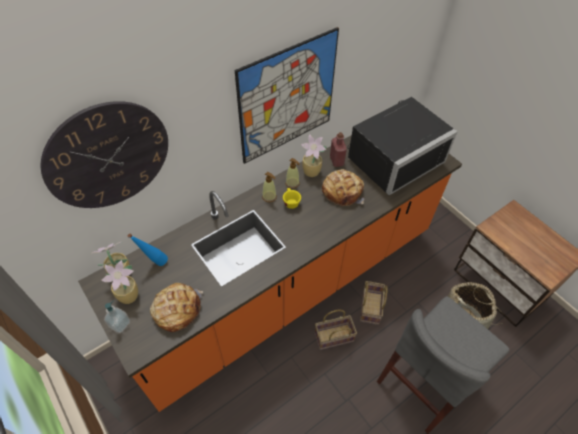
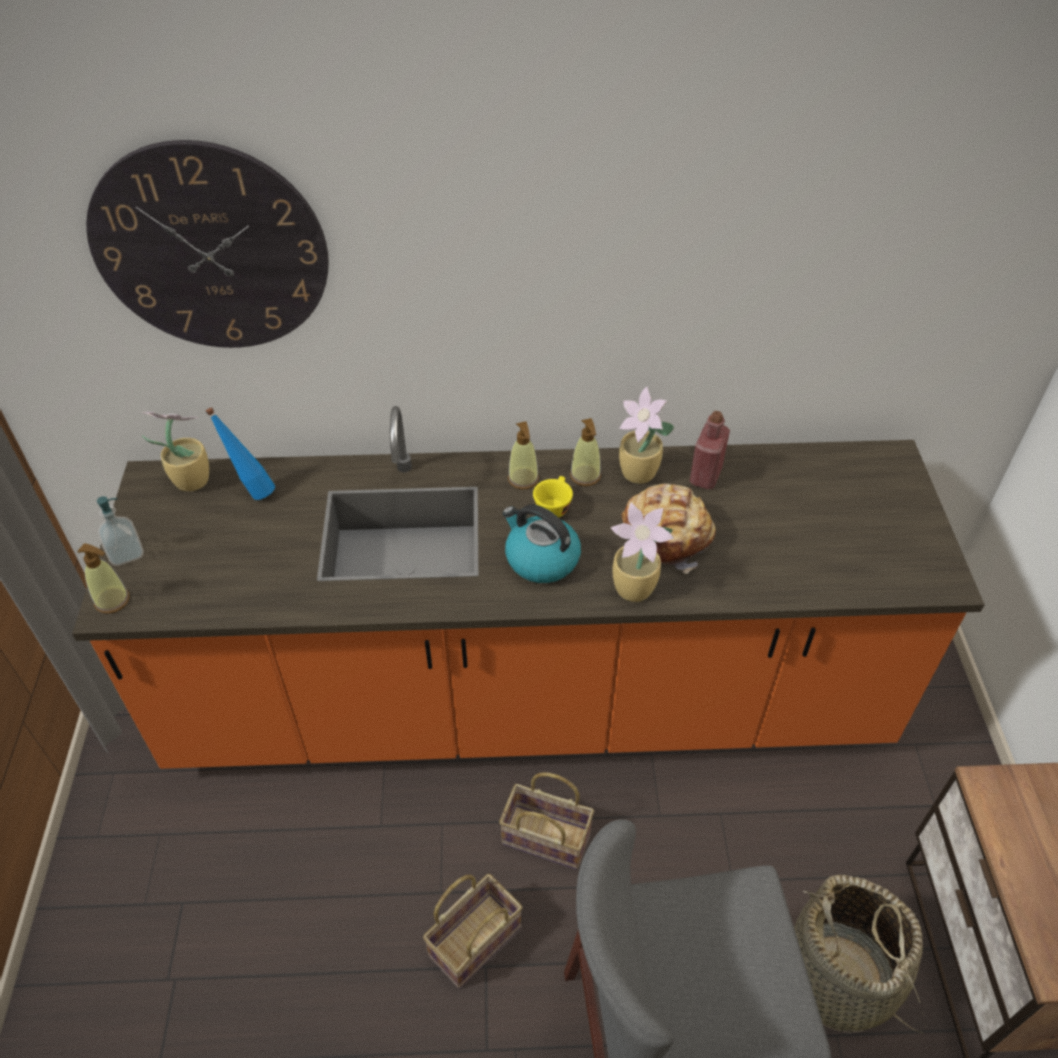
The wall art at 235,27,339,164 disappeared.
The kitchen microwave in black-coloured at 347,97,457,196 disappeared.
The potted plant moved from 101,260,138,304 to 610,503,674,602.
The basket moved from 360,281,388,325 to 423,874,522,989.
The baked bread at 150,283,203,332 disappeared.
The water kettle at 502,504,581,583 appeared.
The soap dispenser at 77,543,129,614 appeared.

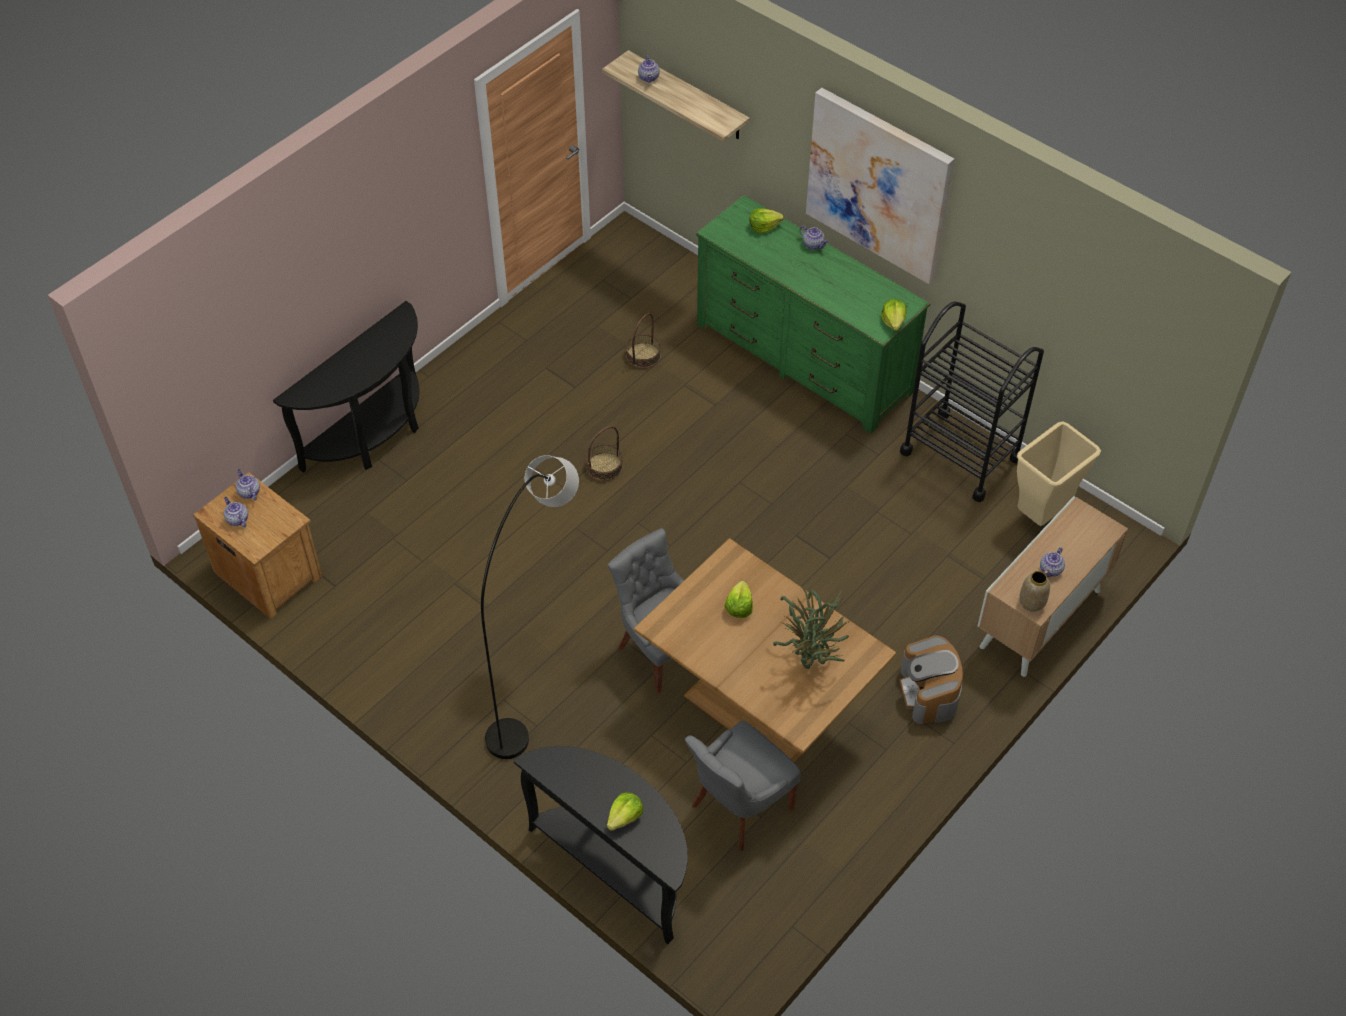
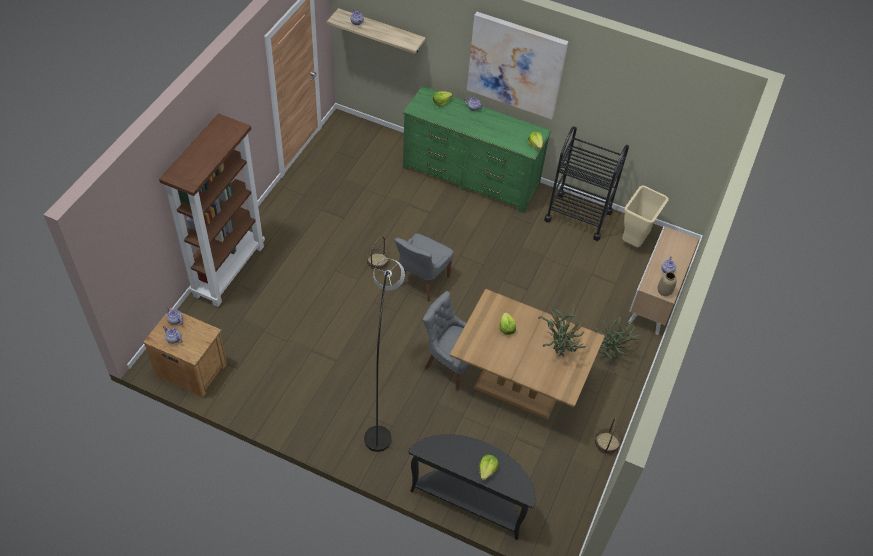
The console table in black-coloured at 273,301,420,473 was replaced by the bookshelf in brown-coloured at 159,113,265,307.
The basket moved from 626,313,661,368 to 594,418,621,455.
The coffee brewer at 899,636,963,724 was replaced by the potted plant at 594,317,642,361.
The plain chair in grey moved from 685,721,801,850 to 394,233,454,302.

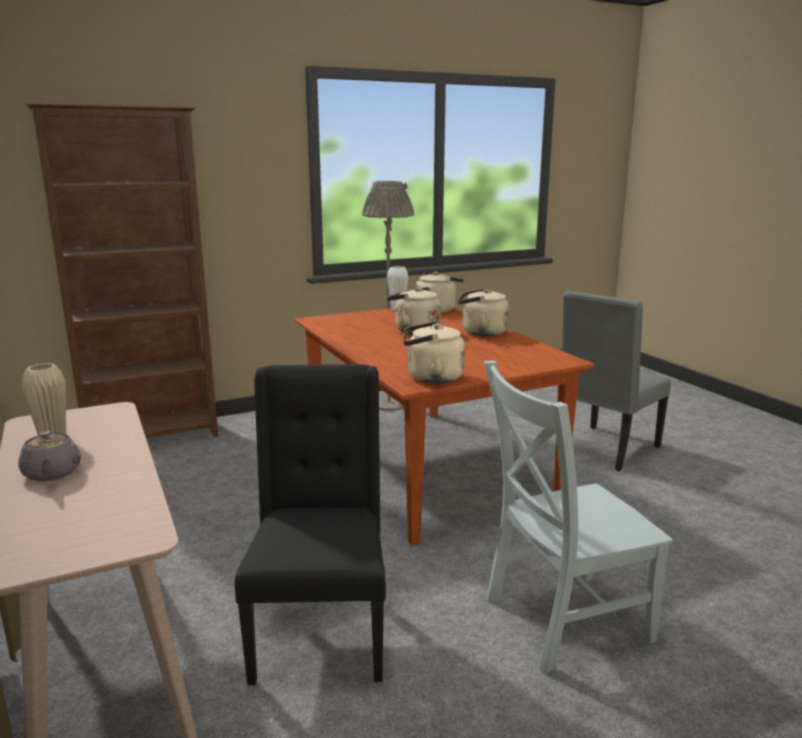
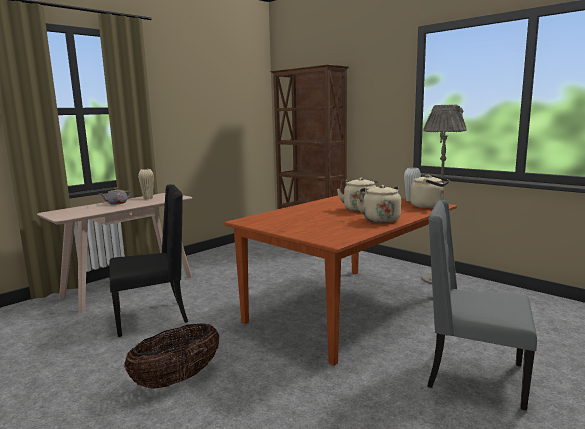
The water kettle in beige at 403,321,465,384 disappeared.
The plain chair in grey at 484,361,673,674 was replaced by the basket at 124,324,219,389.

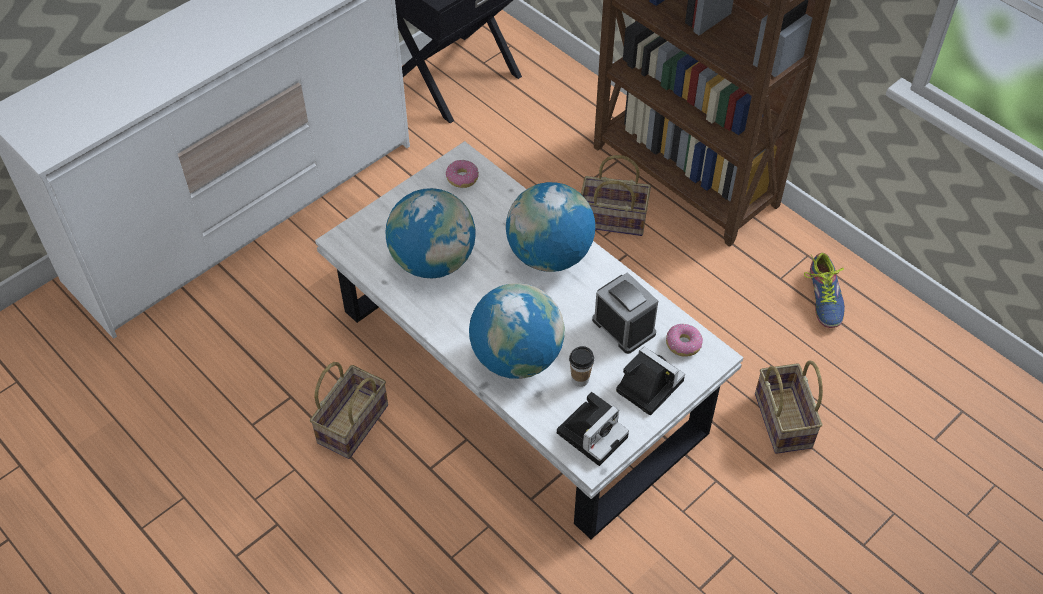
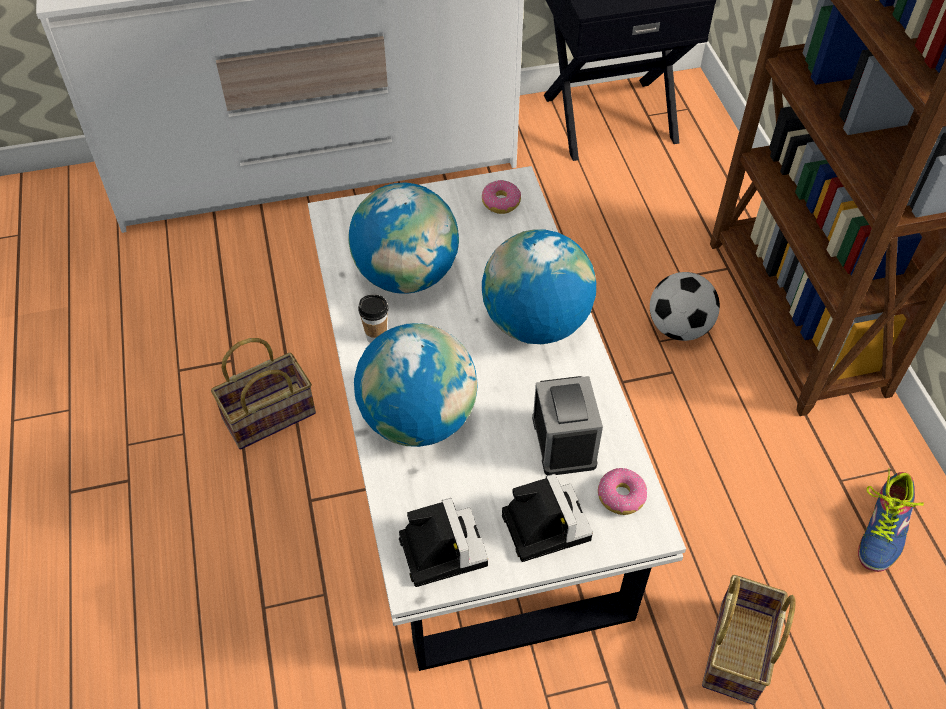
The basket at 581,155,651,236 was replaced by the ball for football at 650,272,720,341.
The cup moved from 569,346,594,387 to 358,294,388,343.
The still camera at 557,392,629,466 turned 90 degrees counterclockwise.

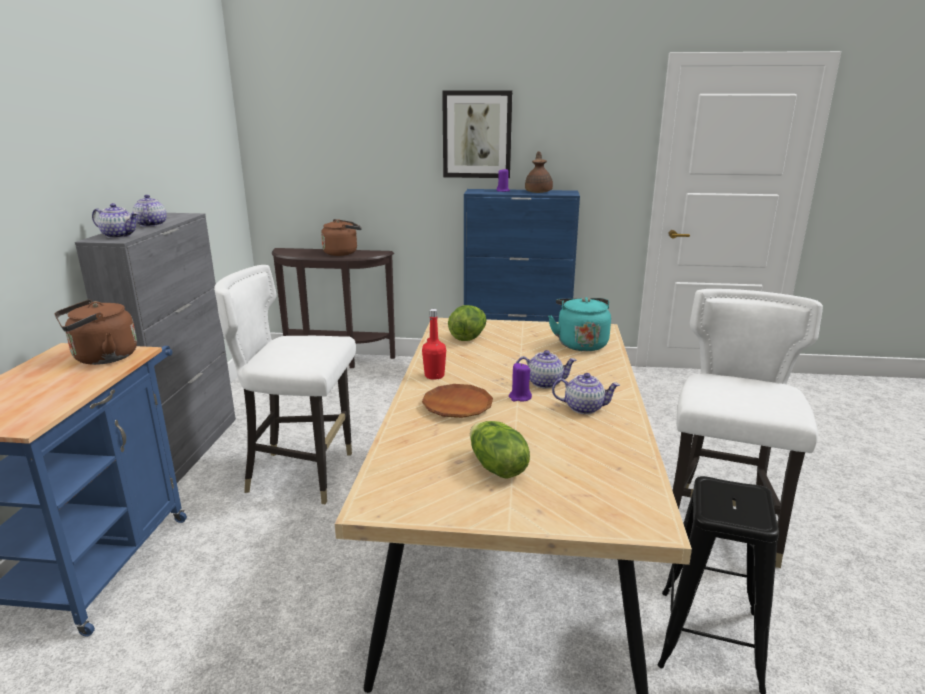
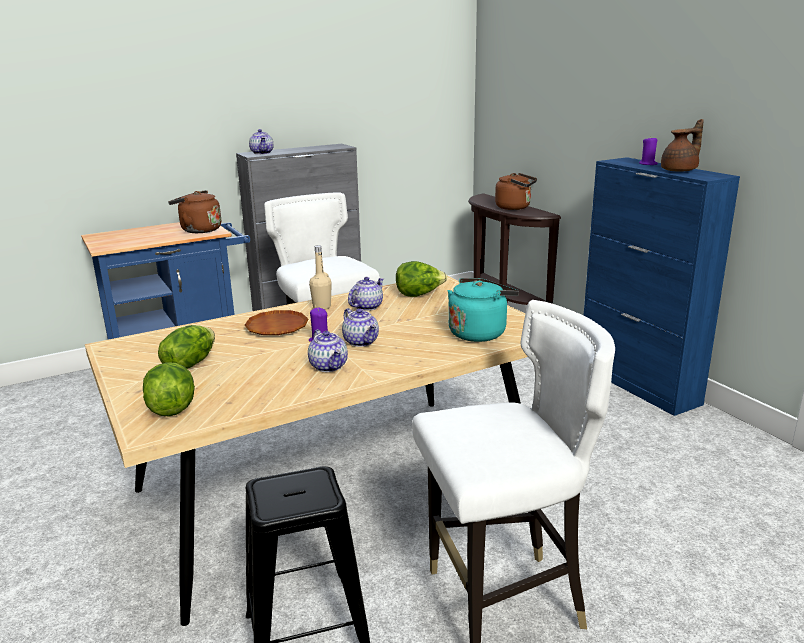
The wall art at 442,91,512,178 disappeared.
The teapot moved from 132,195,167,227 to 348,277,384,311.
The beverage bottle in red-coloured at 422,309,446,380 became the beverage bottle in beige at 309,245,332,310.
The head of lettuce at 143,362,195,417 appeared.

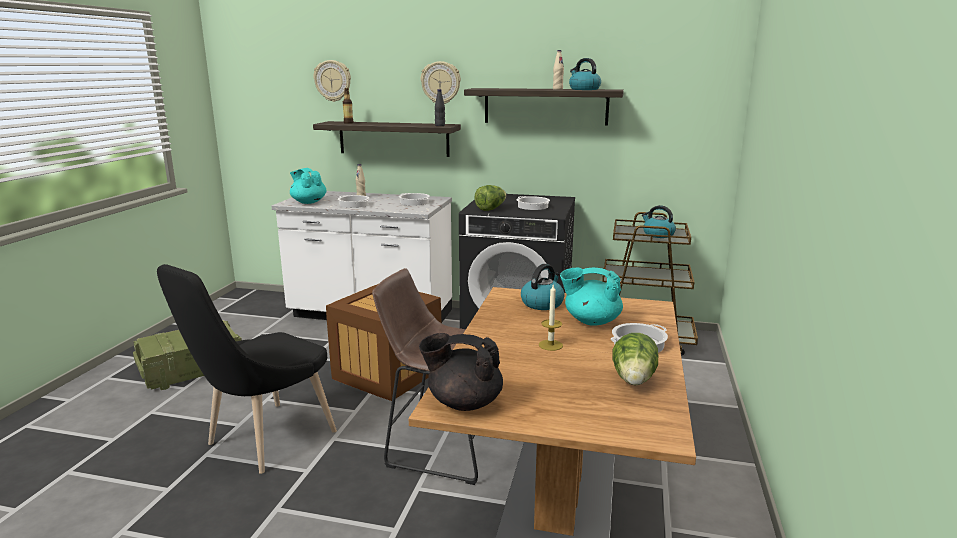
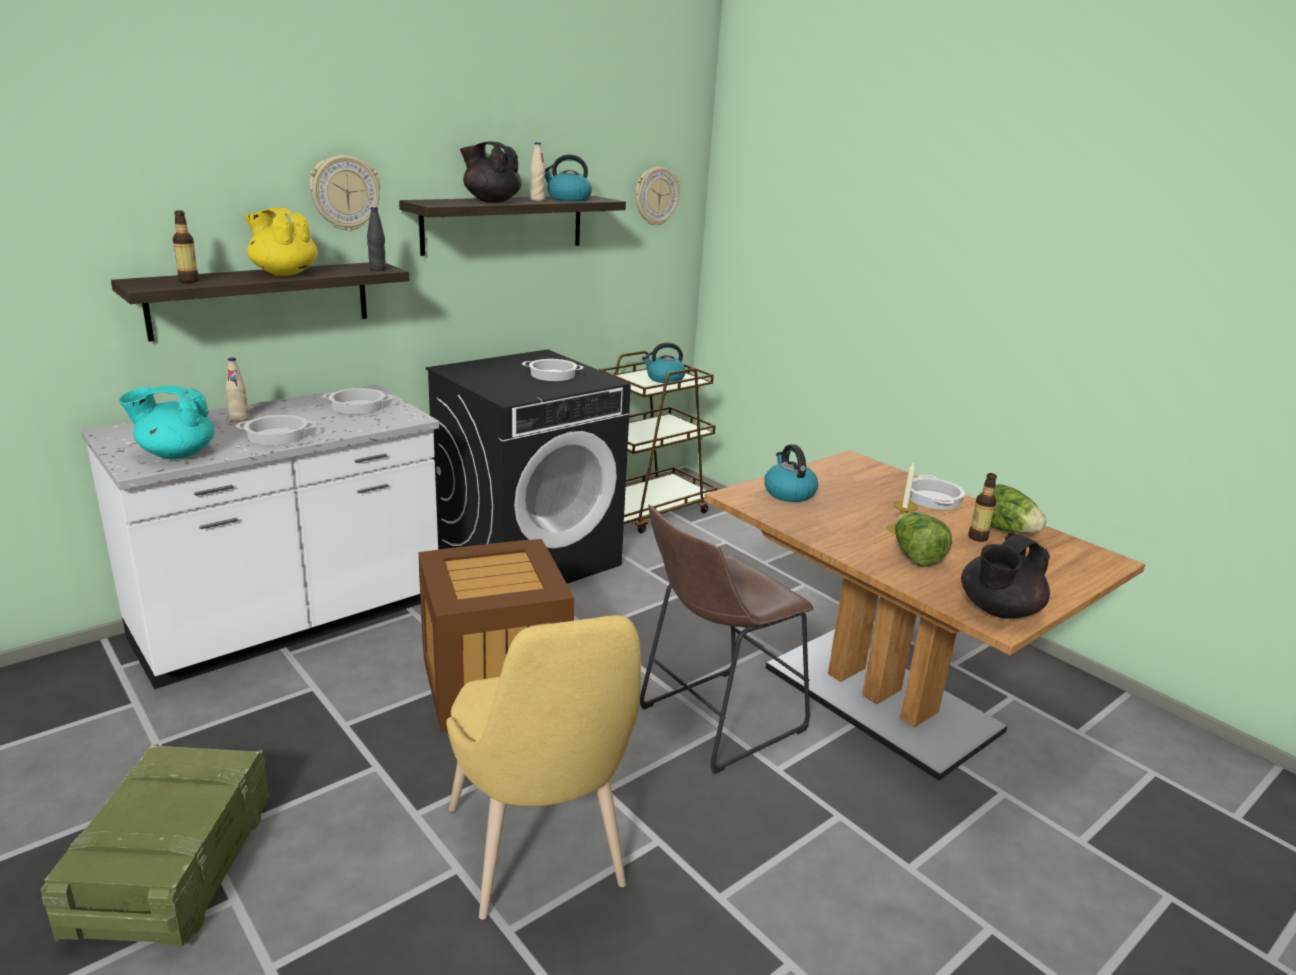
The wall clock moved from 314,60,351,102 to 635,167,680,226.
The head of lettuce moved from 475,185,506,211 to 895,512,952,566.
The plain chair in black-coloured at 157,264,337,474 became the plain chair in yellowish at 446,615,641,920.
The teapot in turquoise at 560,268,623,326 disappeared.
The teapot in black-coloured at 460,141,522,203 appeared.
The teapot in yellowish at 244,207,318,276 appeared.
The beverage bottle at 968,473,997,542 appeared.

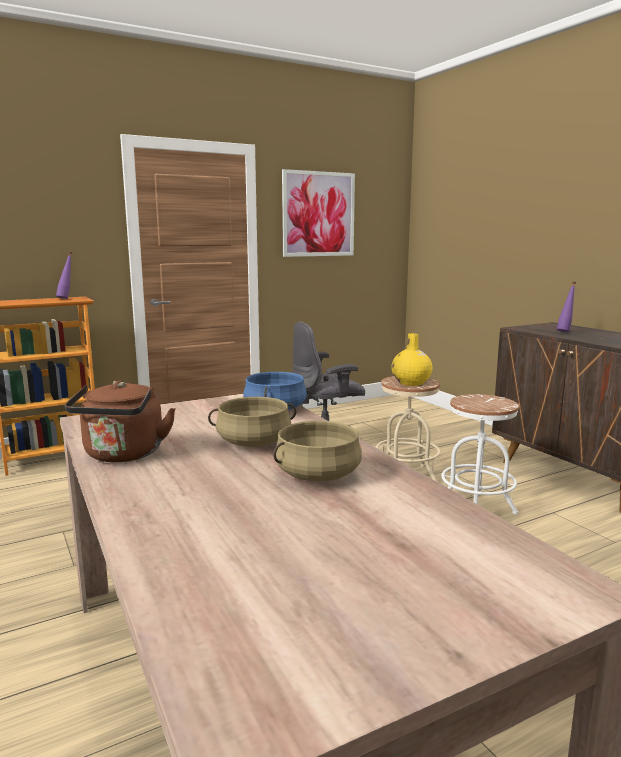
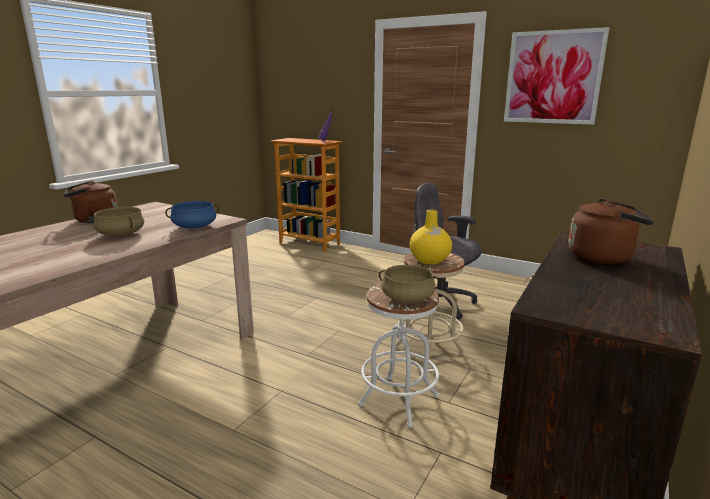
The beverage bottle in purple-coloured at 556,282,576,332 was replaced by the water kettle in brown-coloured at 568,198,654,264.
The stockpot in beige moved from 273,421,362,481 to 379,265,441,303.

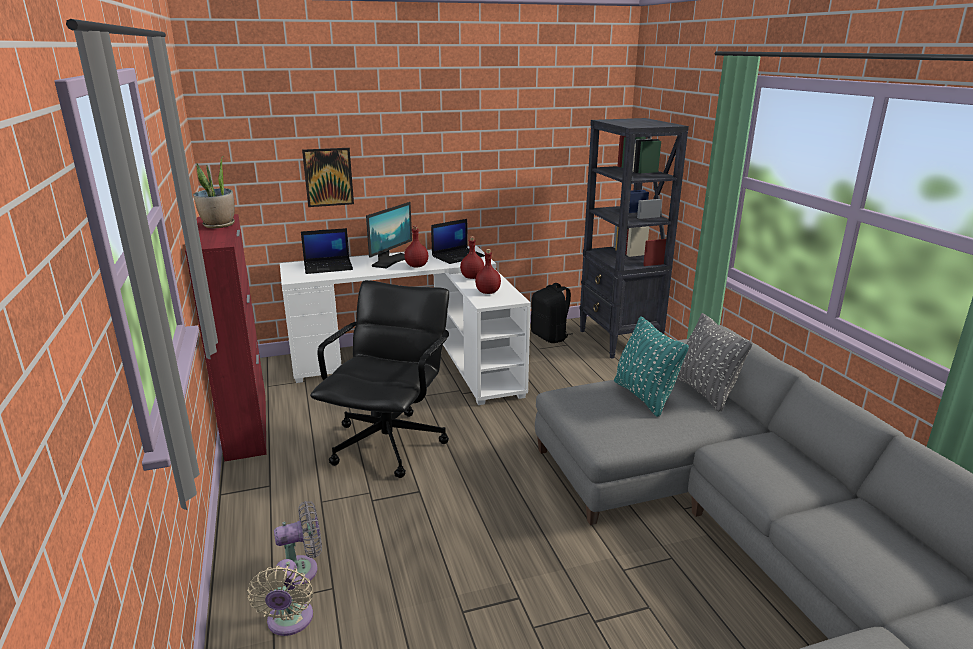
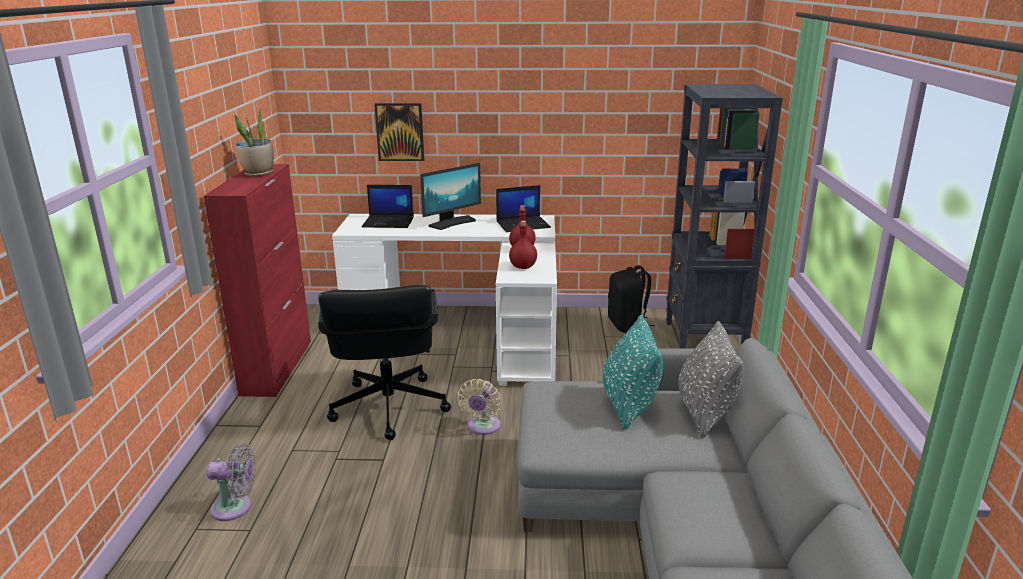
The beverage bottle in red-coloured at 404,226,428,268 disappeared.
The office chair in black-coloured at 310,280,449,478 turned 135 degrees clockwise.
The electric fan in beige moved from 247,559,313,636 to 457,379,502,435.

